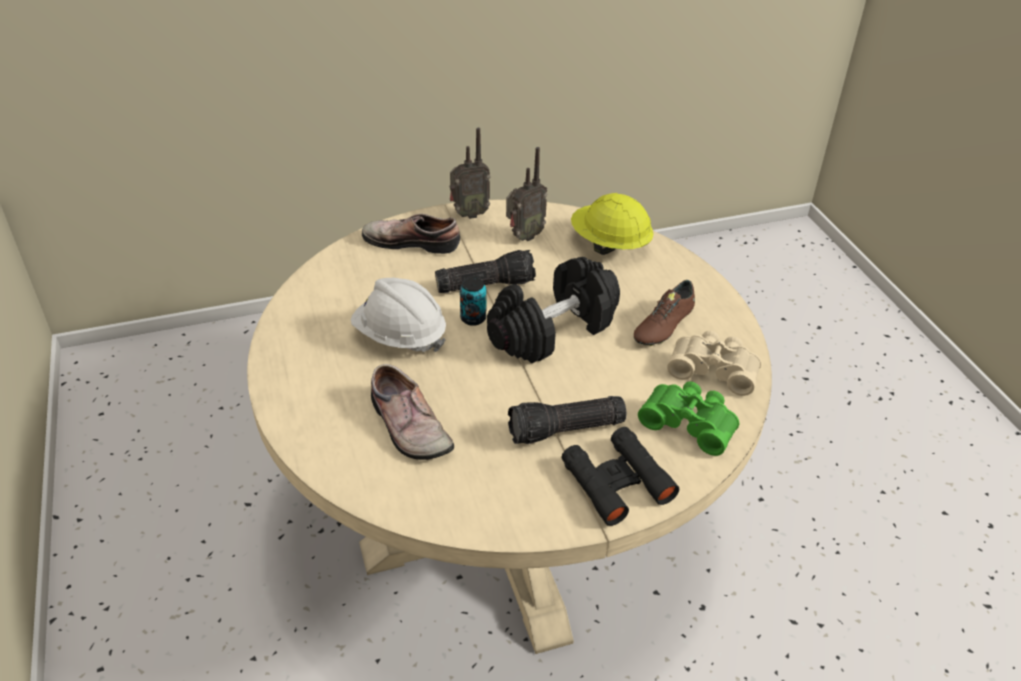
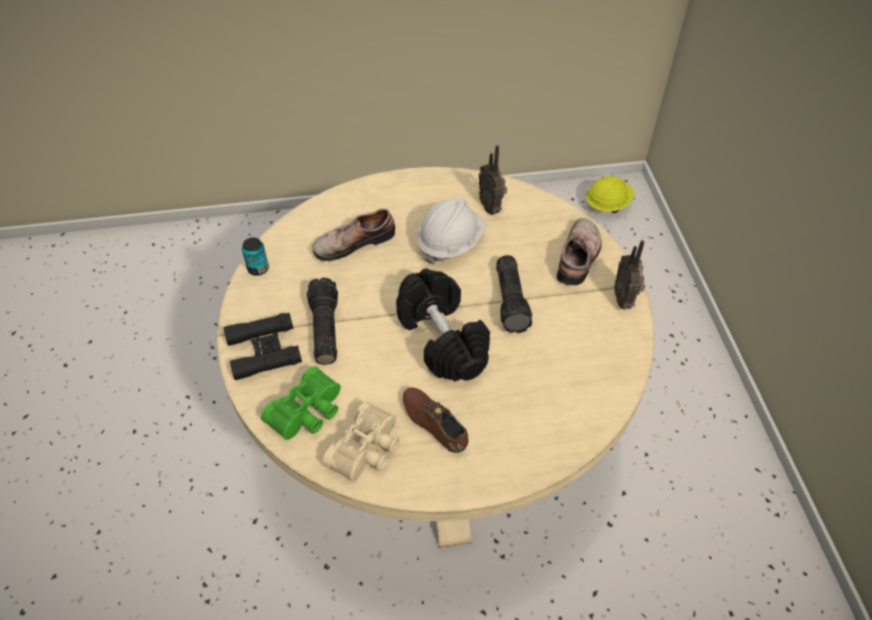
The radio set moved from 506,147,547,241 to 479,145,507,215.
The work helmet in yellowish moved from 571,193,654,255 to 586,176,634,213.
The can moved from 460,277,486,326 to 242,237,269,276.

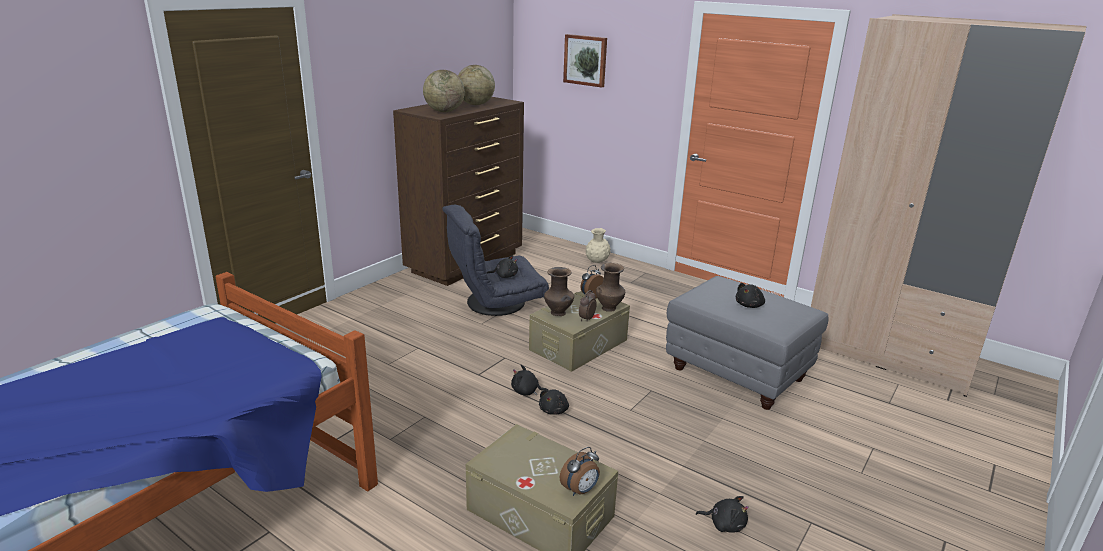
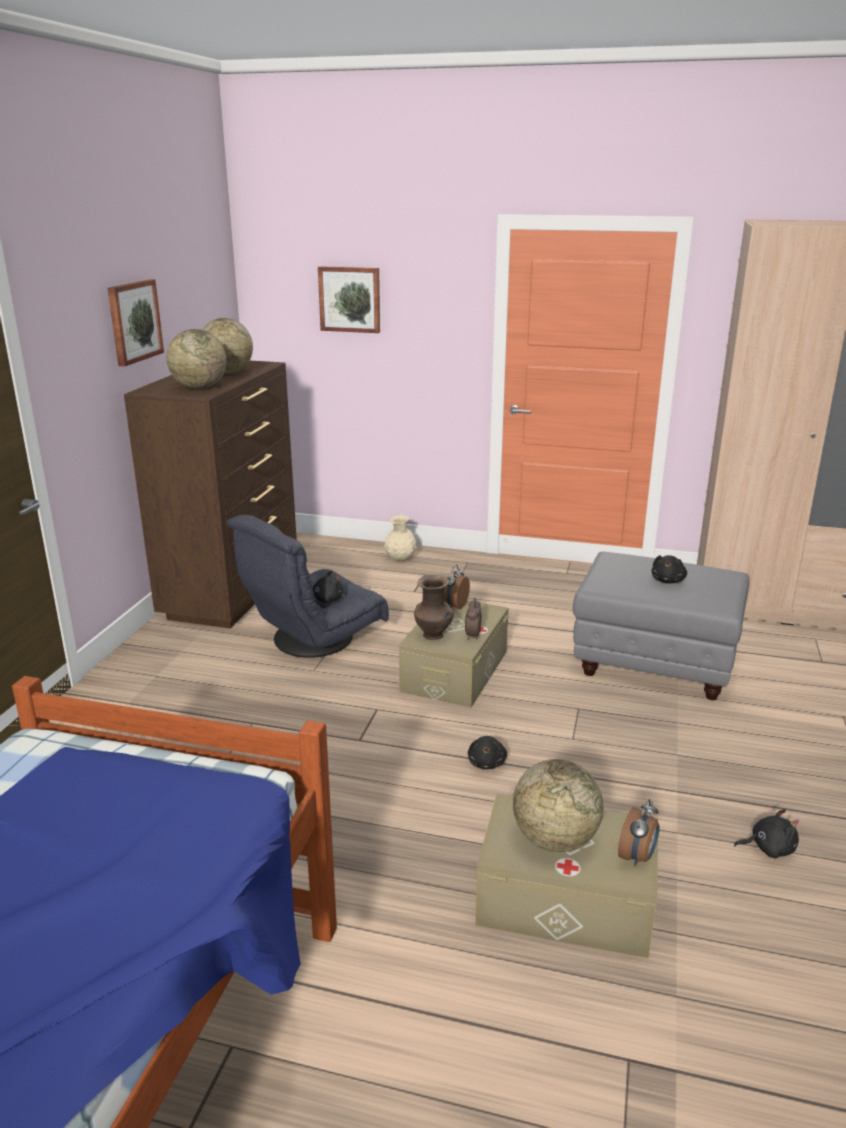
The decorative vase in brown-coloured at 596,263,625,312 disappeared.
The plush toy in black-coloured at 511,365,549,396 disappeared.
The wall art at 108,279,164,366 appeared.
The world globe at 513,759,603,852 appeared.

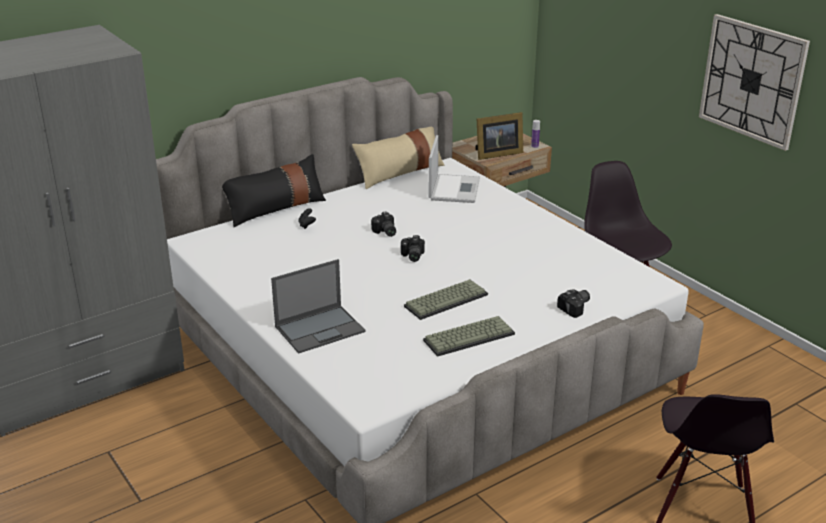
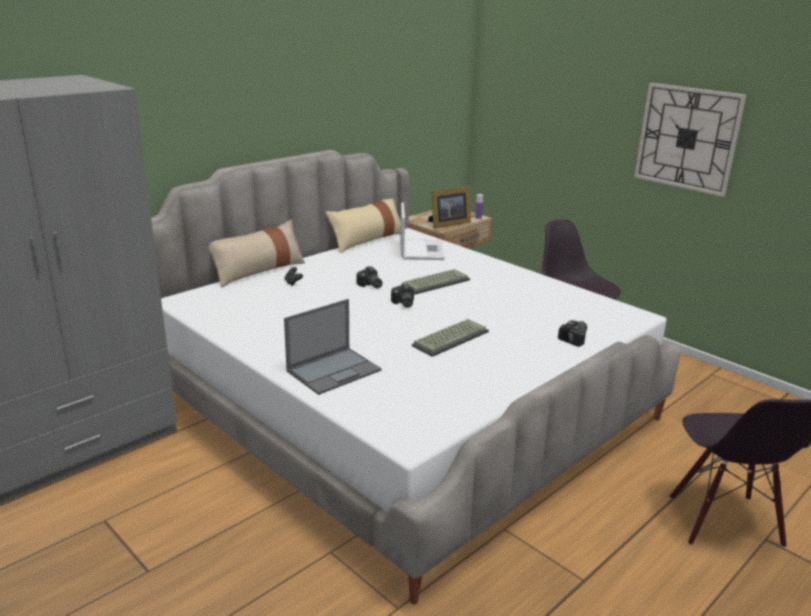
The cushion in black-coloured at 222,154,326,227 became the cushion in beige at 208,220,305,288.
The PC keyboard moved from 423,316,515,357 to 401,269,470,295.

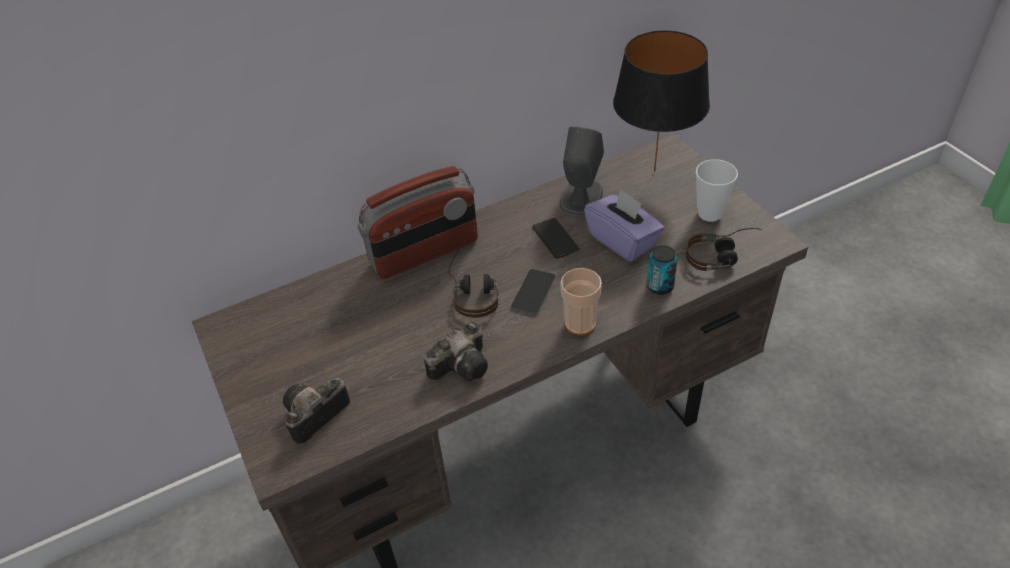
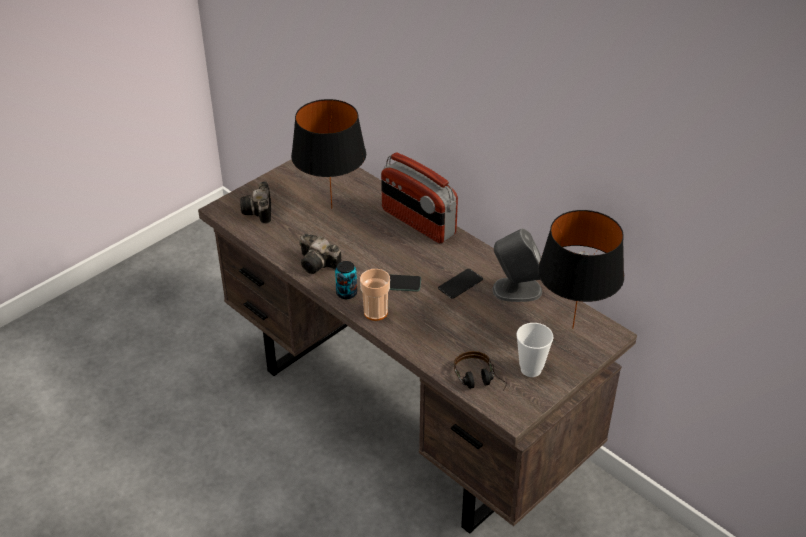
The tissue box in purple-coloured at 584,188,664,262 disappeared.
The can moved from 647,245,678,295 to 335,261,357,299.
The headphones at 449,249,499,318 disappeared.
The still camera at 283,378,350,445 turned 120 degrees counterclockwise.
The lamp for a table in black-coloured at 291,99,366,209 appeared.

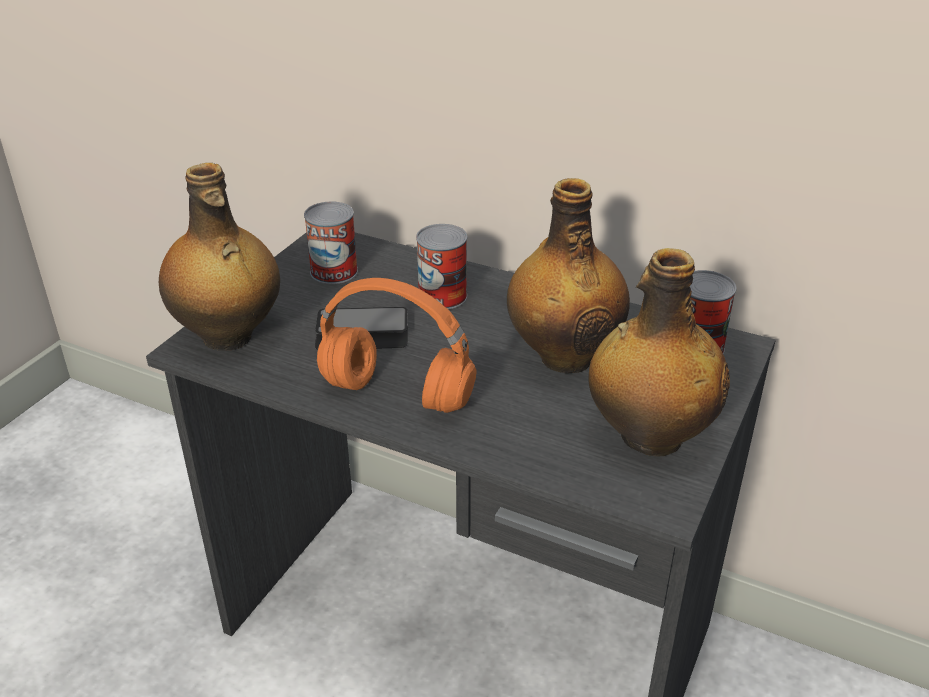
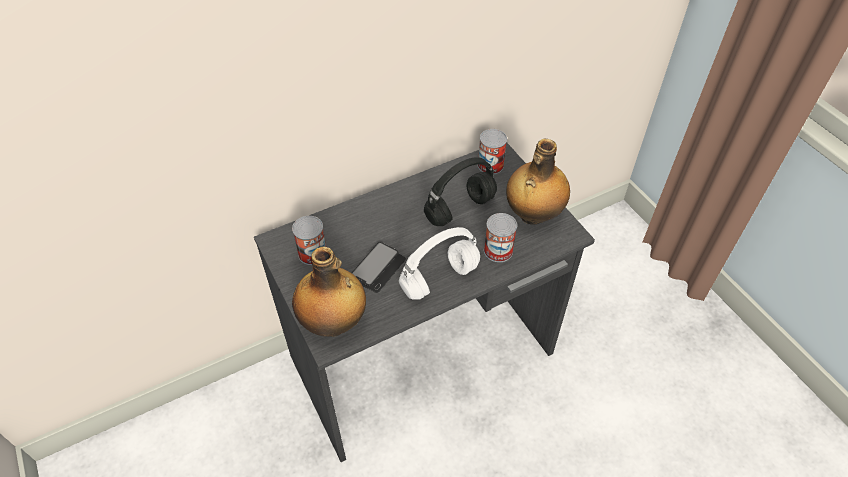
The beverage bottle at 507,178,630,373 was replaced by the headphones in black-coloured at 424,157,497,226.
The can moved from 416,224,467,309 to 484,213,517,262.
The headphones in orange-coloured at 317,278,477,413 became the headphones in whitish at 399,227,480,300.

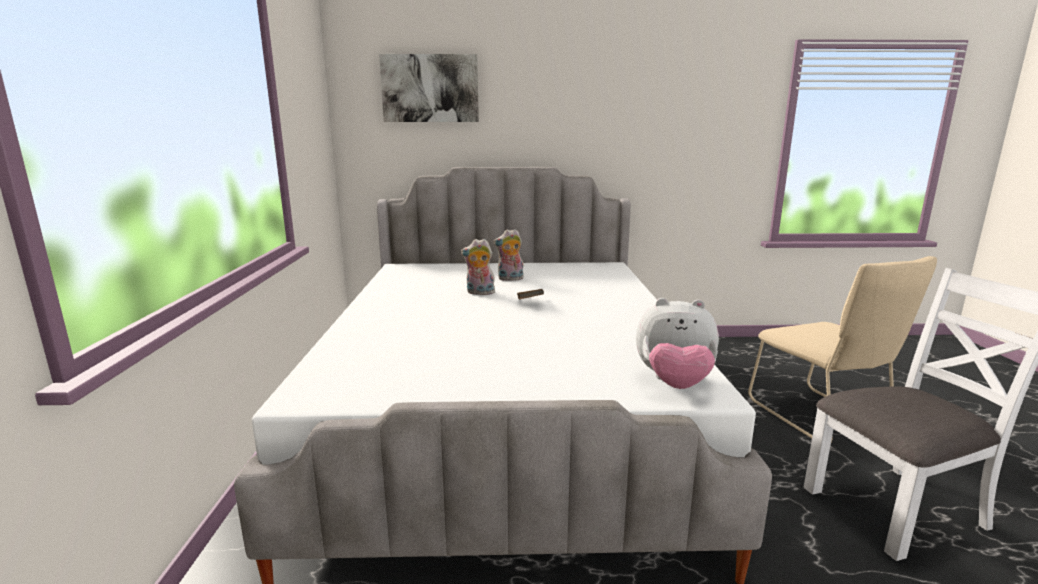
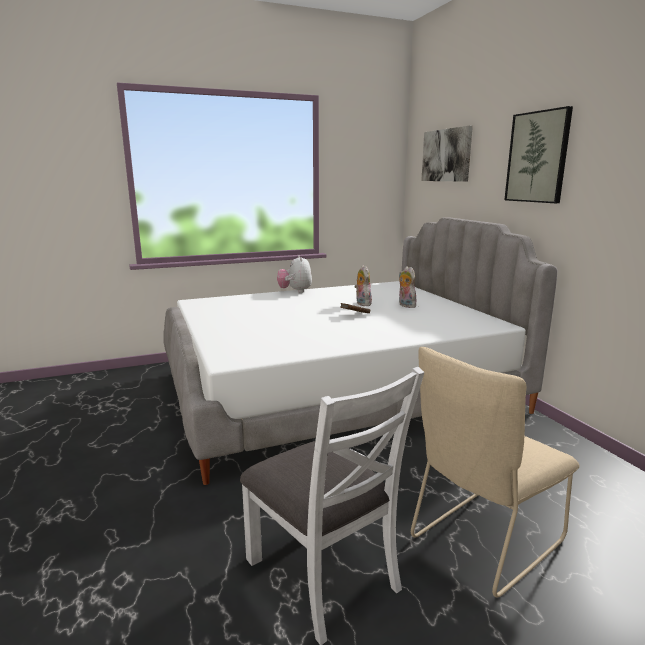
The plush toy moved from 636,298,719,389 to 277,255,312,293.
The wall art at 504,106,573,203 appeared.

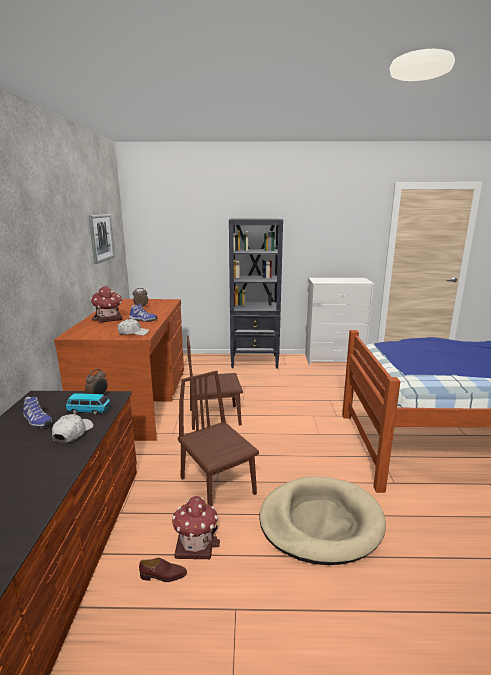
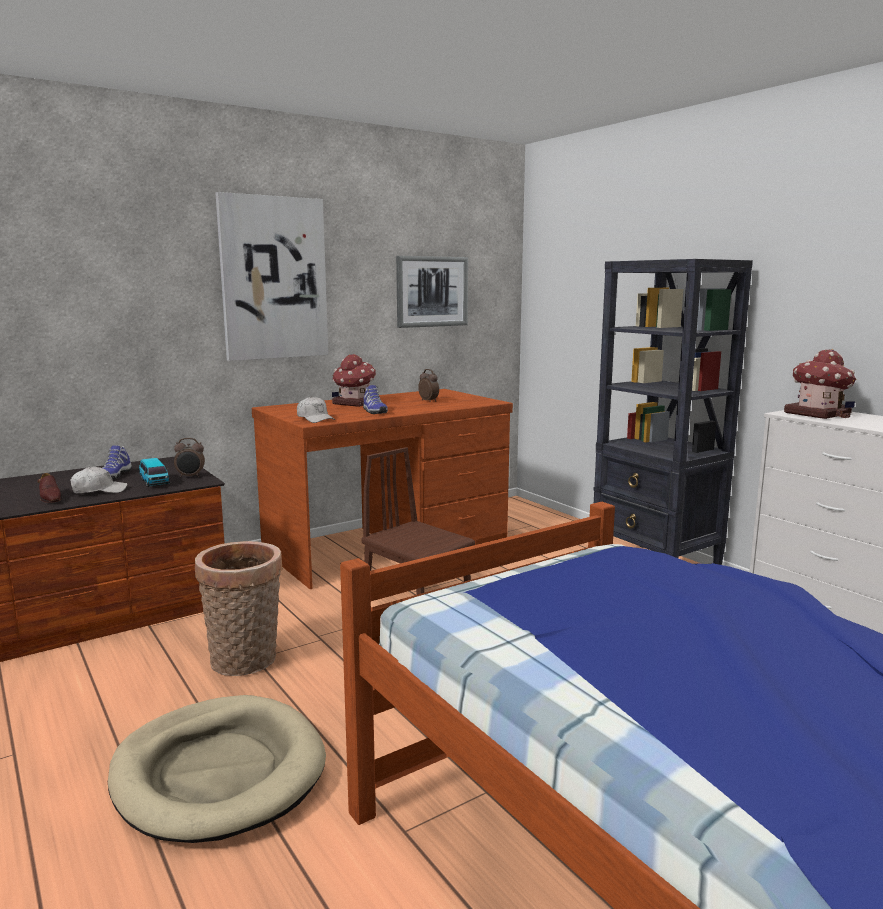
The plain chair in brown-coloured at 178,370,259,506 was replaced by the basket at 195,541,283,676.
The model house moved from 172,496,220,559 to 784,349,856,419.
The shoe in brown-coloured moved from 139,558,187,582 to 38,473,62,503.
The wall art at 215,192,329,361 appeared.

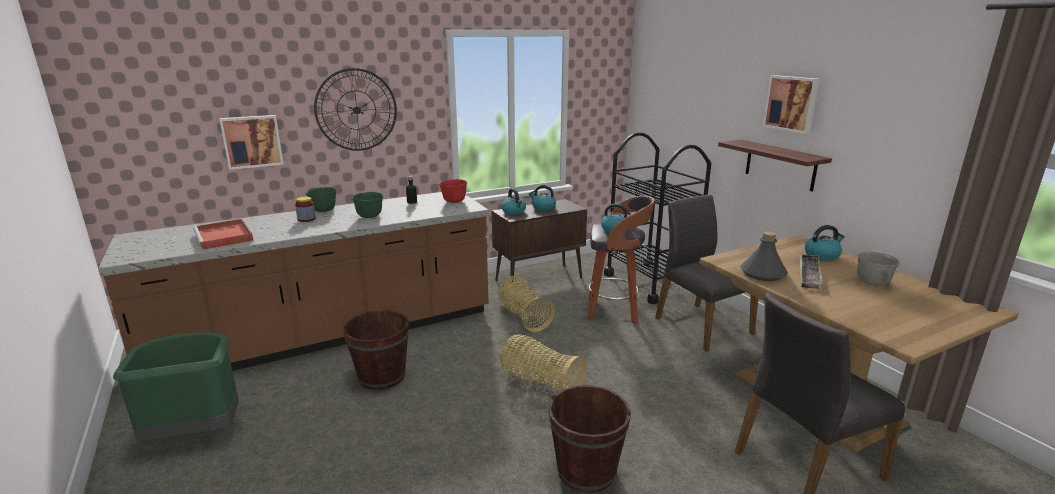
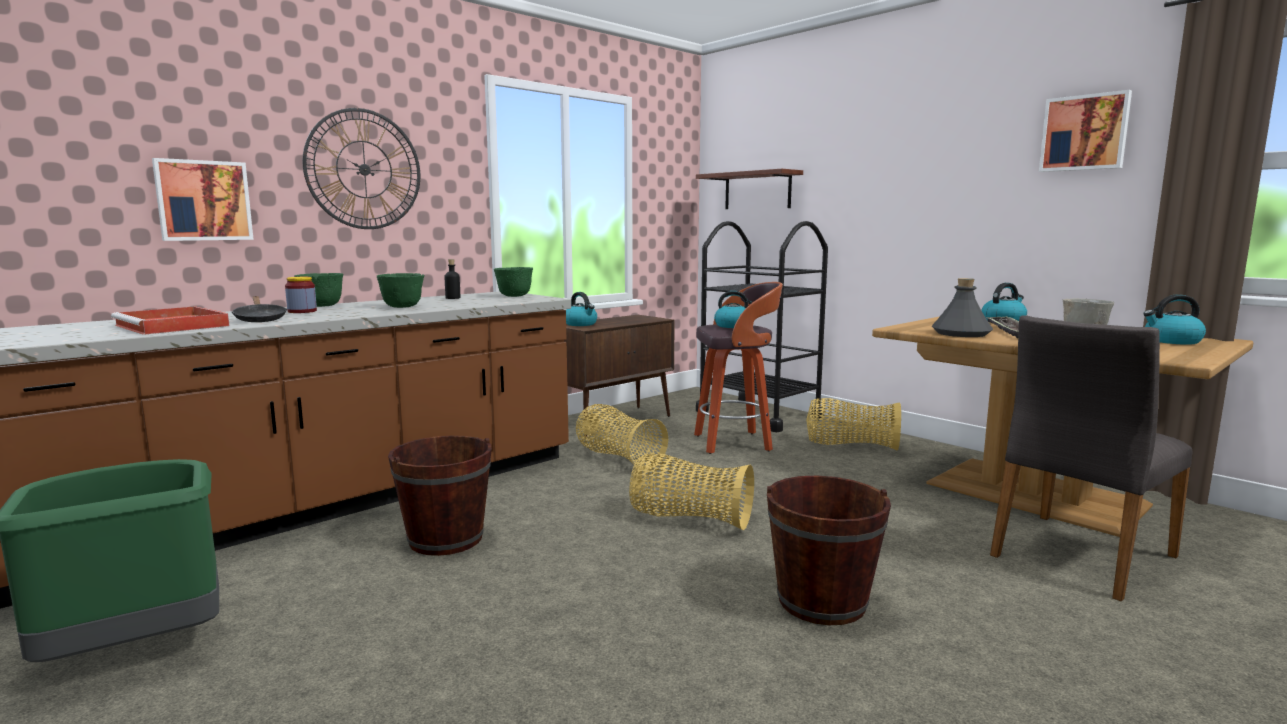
The wall art moved from 762,75,820,134 to 1039,90,1132,172.
The shelf moved from 718,140,832,191 to 696,169,803,209.
The bowl in red-coloured at 439,179,467,203 became the bowl in green at 494,267,533,297.
The water kettle moved from 529,185,556,211 to 1143,294,1206,345.
The plain chair in grey at 655,195,759,352 was replaced by the basket at 806,398,901,451.
The frying pan in black-coloured at 232,296,287,322 appeared.

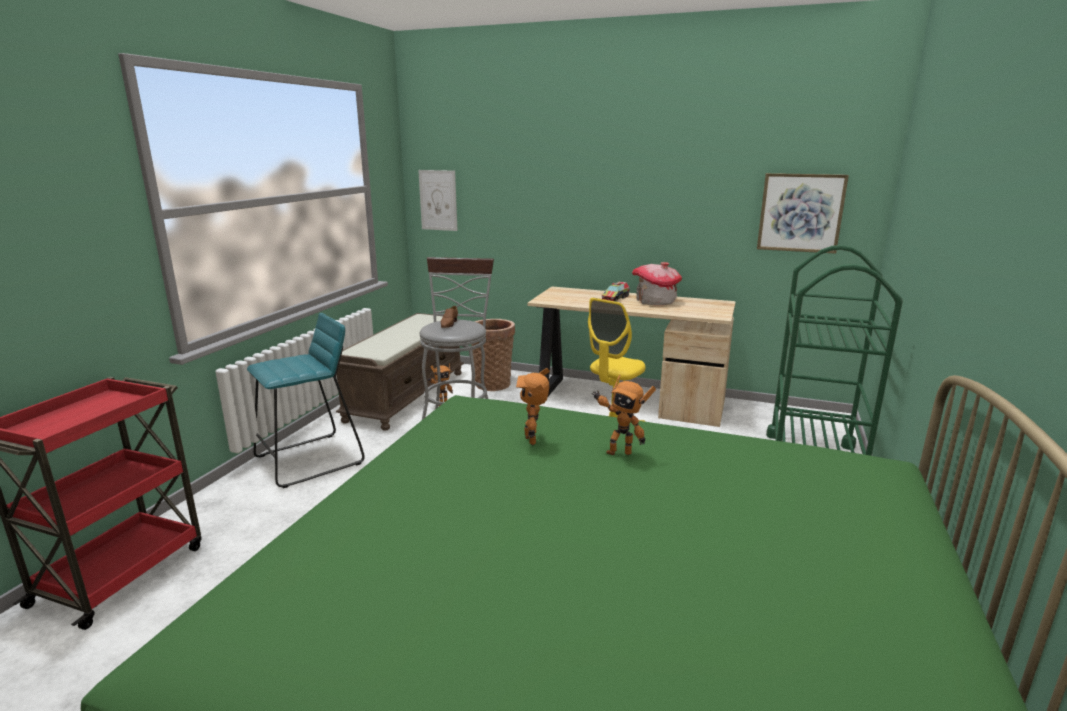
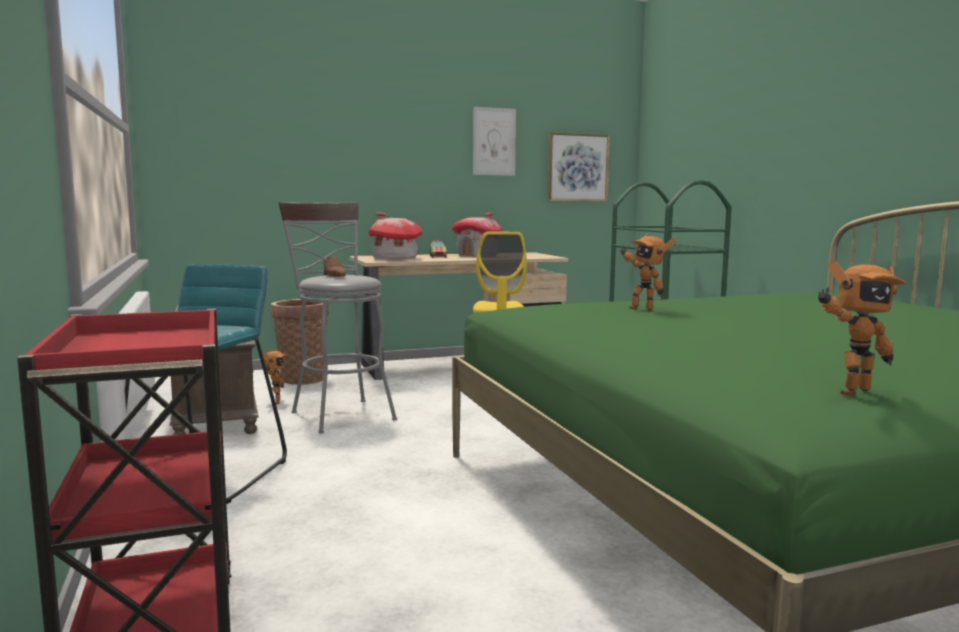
The wall art moved from 418,170,458,231 to 473,107,516,176.
The model robot moved from 592,375,656,455 to 818,261,907,396.
The model house at 368,213,422,259 appeared.

